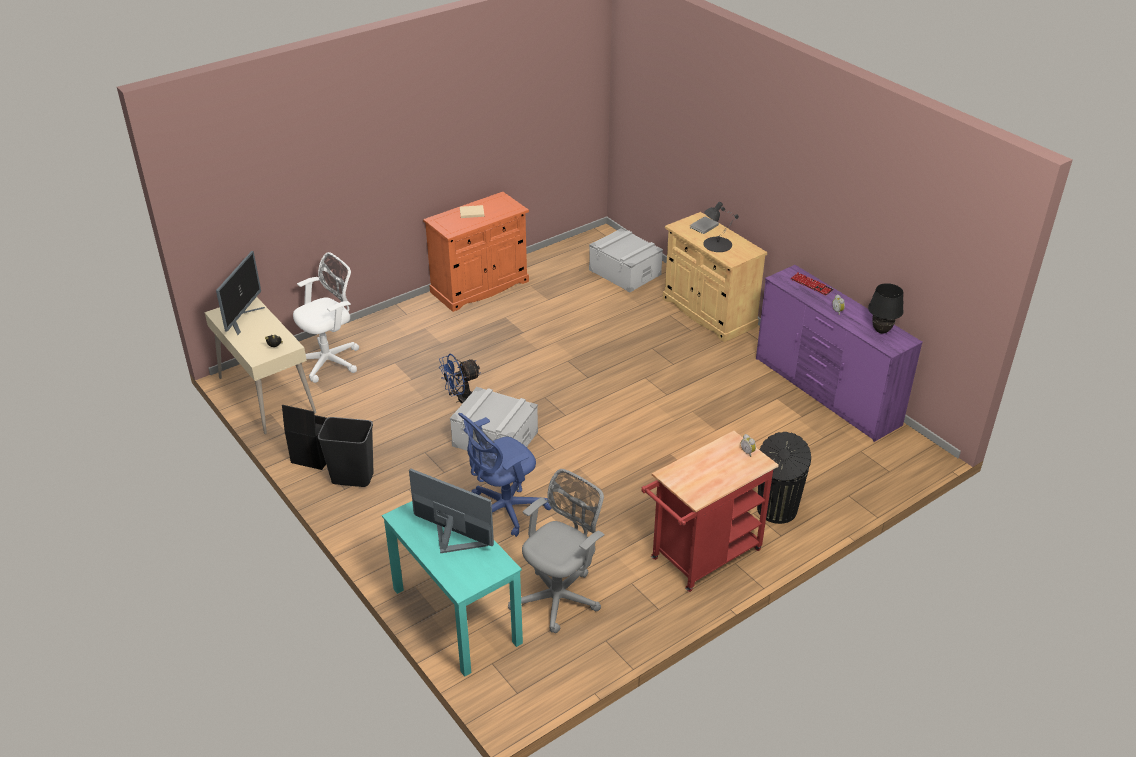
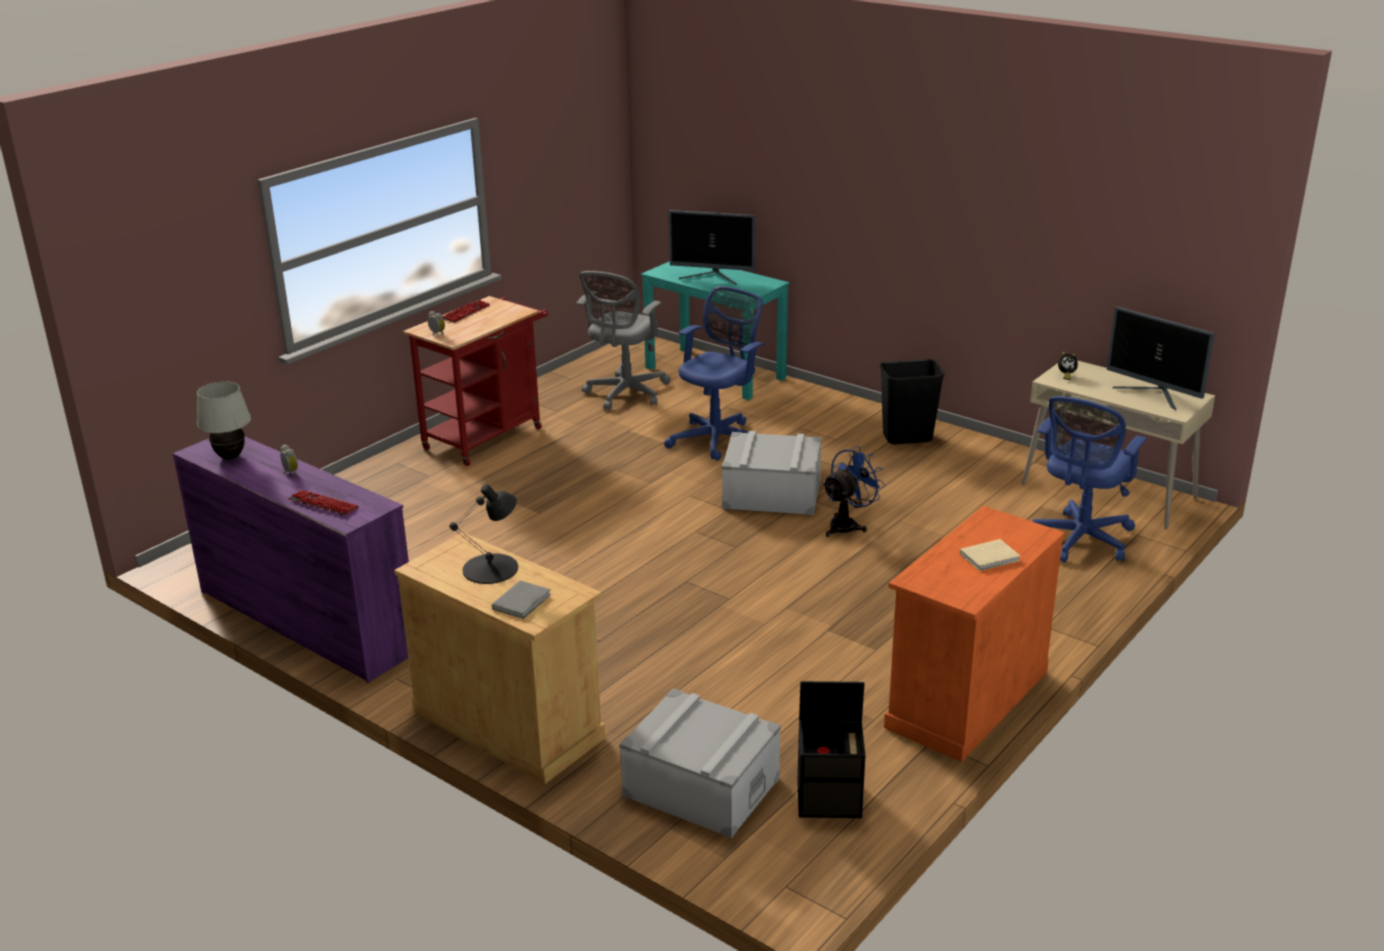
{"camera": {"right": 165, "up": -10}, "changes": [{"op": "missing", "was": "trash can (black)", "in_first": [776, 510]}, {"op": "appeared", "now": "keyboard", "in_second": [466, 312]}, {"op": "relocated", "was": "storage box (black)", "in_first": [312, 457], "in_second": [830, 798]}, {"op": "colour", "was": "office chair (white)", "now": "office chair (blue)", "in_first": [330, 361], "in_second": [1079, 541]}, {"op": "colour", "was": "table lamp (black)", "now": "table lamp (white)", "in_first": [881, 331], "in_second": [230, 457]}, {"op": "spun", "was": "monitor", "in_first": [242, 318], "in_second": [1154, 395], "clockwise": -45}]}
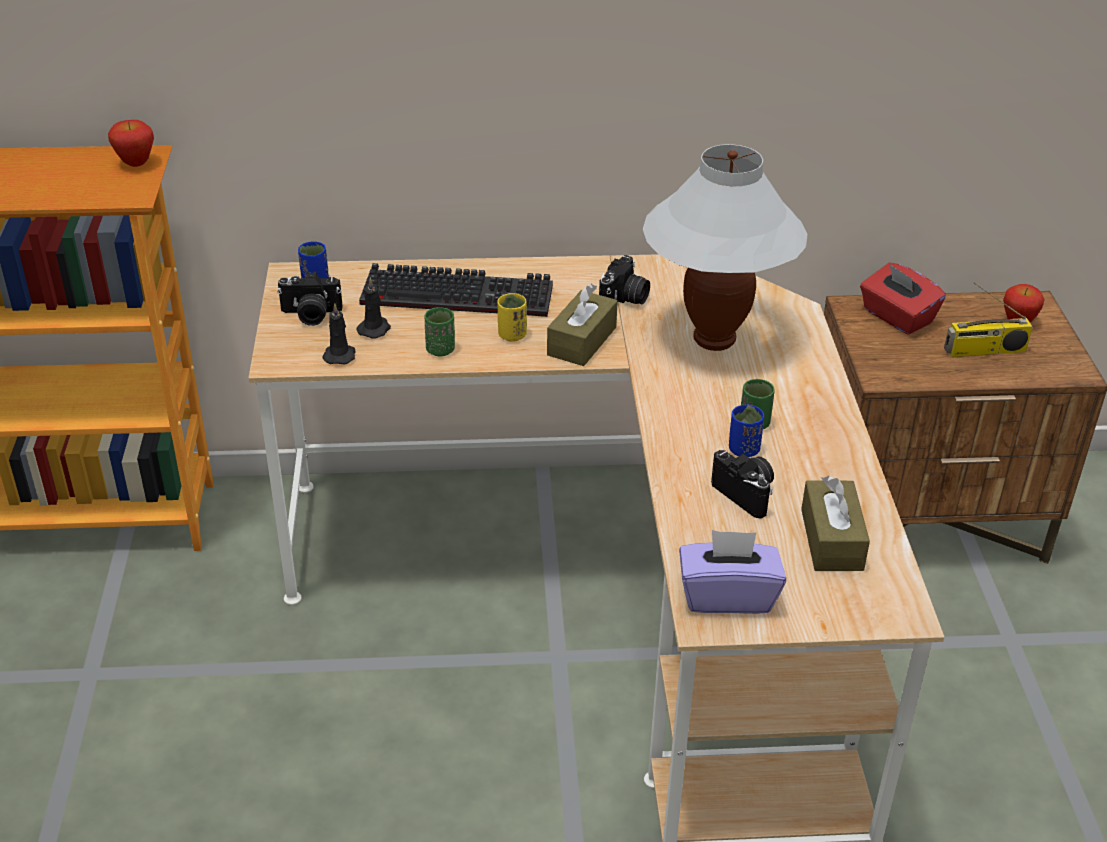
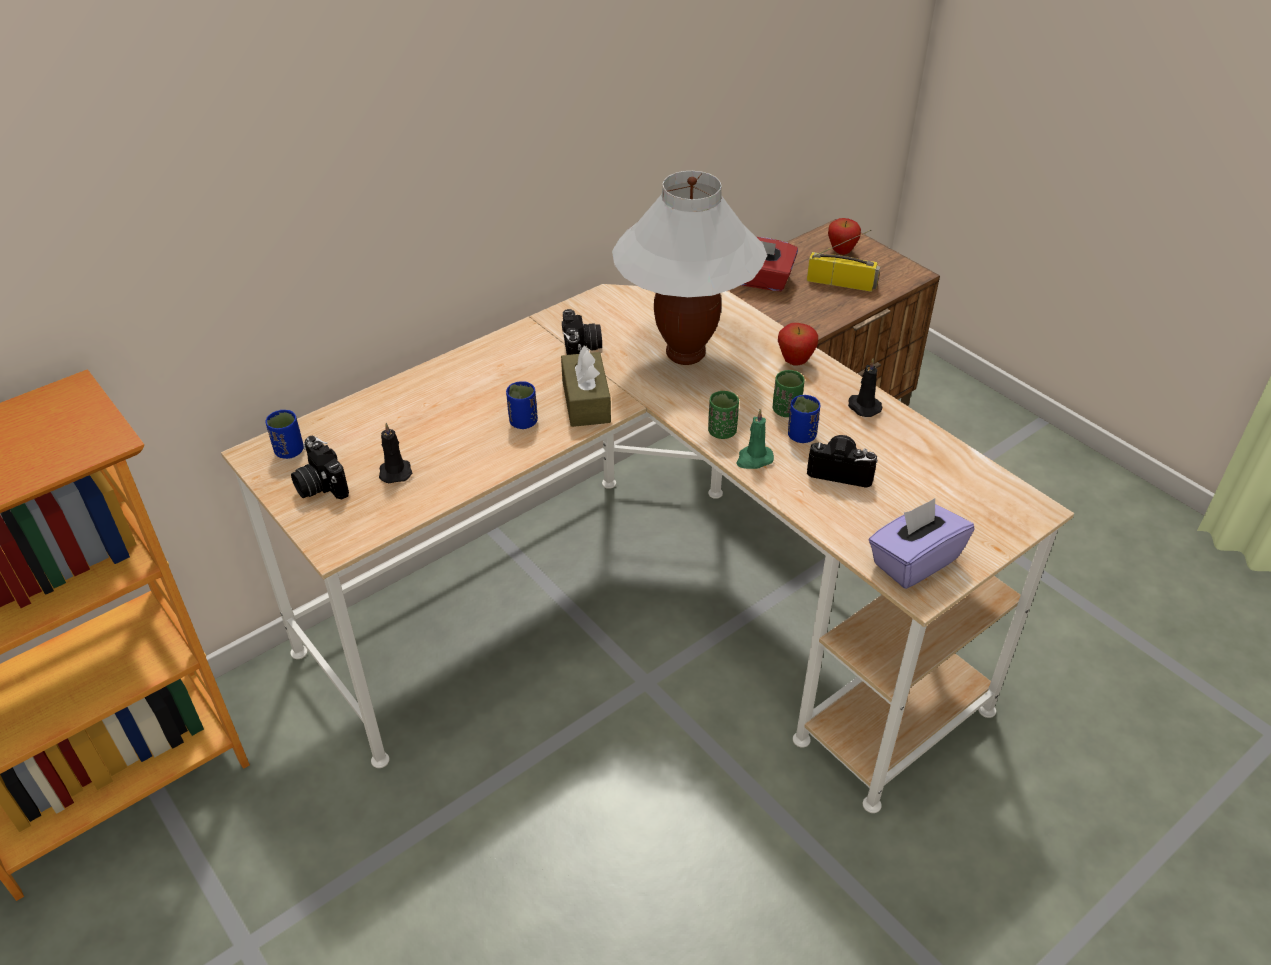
{"camera": {"right": -35, "up": 5}, "changes": [{"op": "missing", "was": "keyboard", "in_first": [461, 294]}, {"op": "missing", "was": "tissue box (brown)", "in_first": [831, 539]}, {"op": "appeared", "now": "candle (green)", "in_second": [754, 459]}, {"op": "relocated", "was": "apple", "in_first": [136, 164], "in_second": [795, 362]}, {"op": "relocated", "was": "candle (black)", "in_first": [340, 355], "in_second": [863, 406]}, {"op": "relocated", "was": "cup (green)", "in_first": [440, 350], "in_second": [722, 432]}, {"op": "colour", "was": "cup (yellow)", "now": "cup (blue)", "in_first": [512, 335], "in_second": [523, 422]}, {"op": "spun", "was": "photo camera", "in_first": [310, 315], "in_second": [319, 485], "clockwise": 90}, {"op": "spun", "was": "radio", "in_first": [984, 351], "in_second": [842, 282], "clockwise": -120}]}
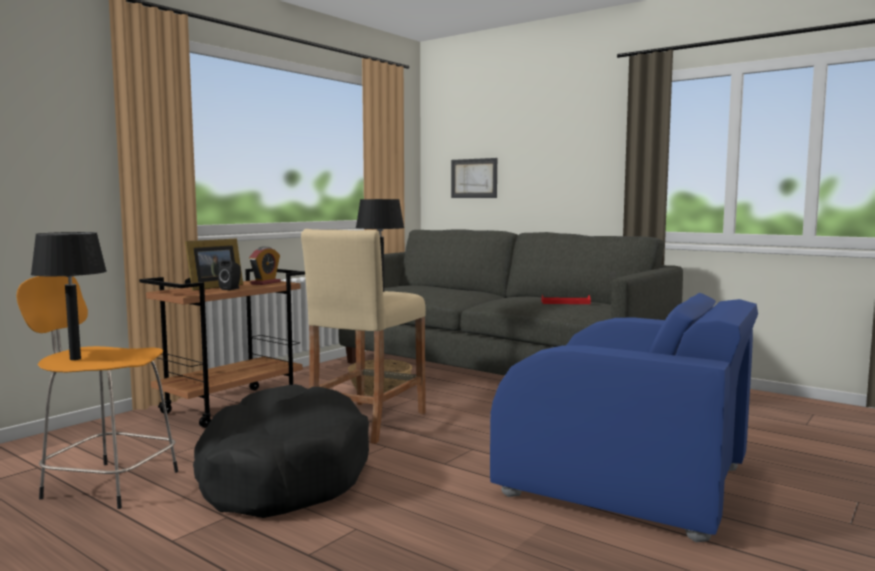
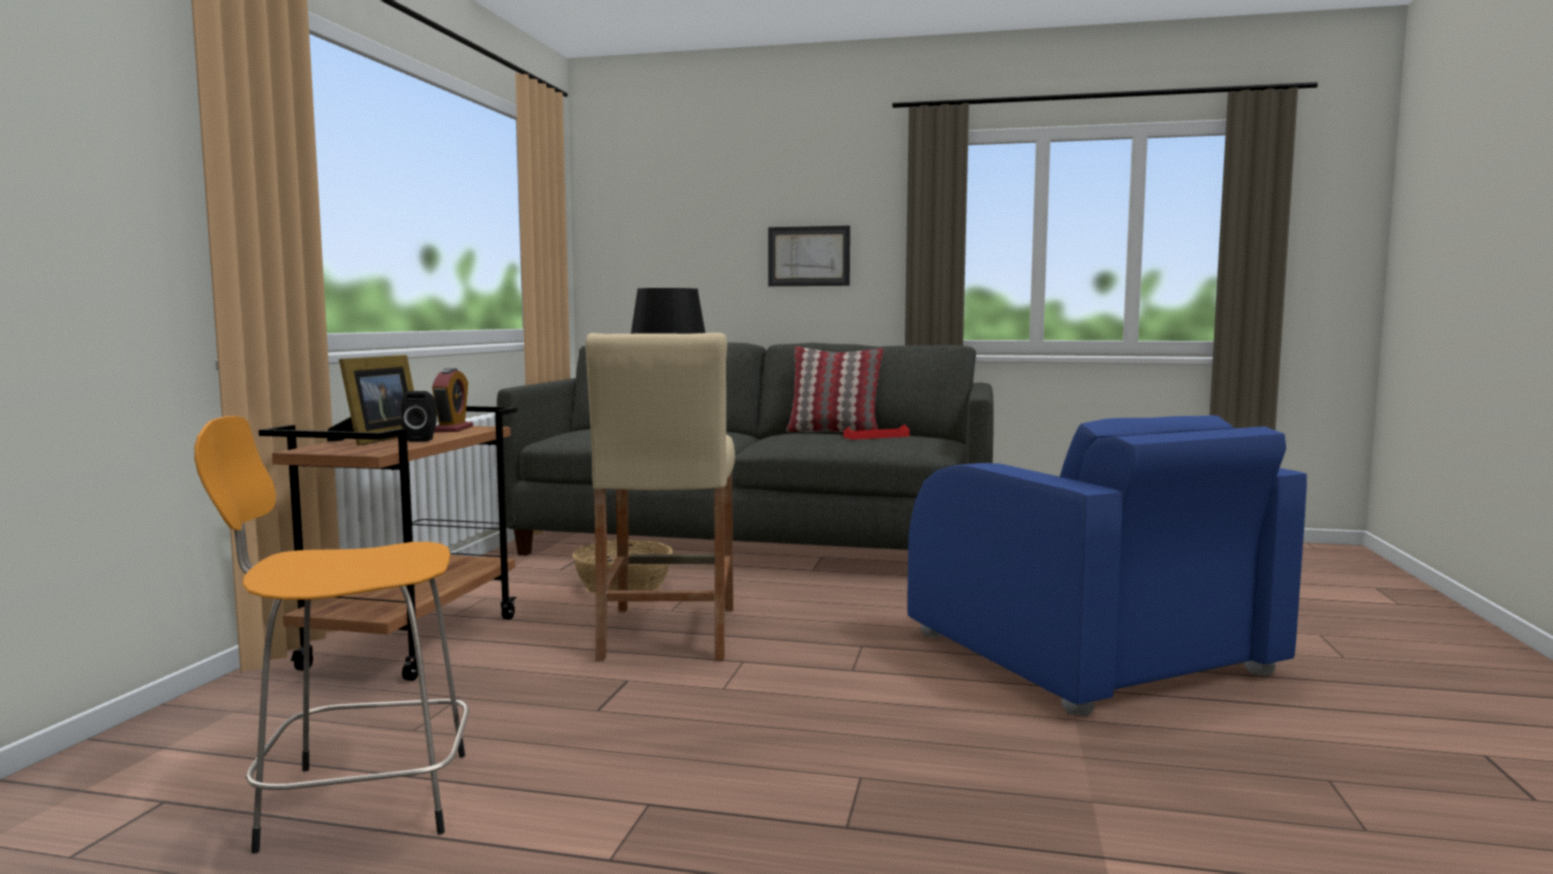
{"camera": {"right": -25, "up": 0}, "changes": [{"op": "missing", "was": "table lamp (black)", "in_first": [75, 359]}, {"op": "missing", "was": "dog bed (black)", "in_first": [282, 473]}, {"op": "appeared", "now": "pillow", "in_second": [833, 432]}, {"op": "relocated", "was": "picture", "in_first": [474, 178], "in_second": [809, 256]}, {"op": "spun", "was": "armchair (blue)", "in_first": [626, 481], "in_second": [1088, 654], "clockwise": 60}]}
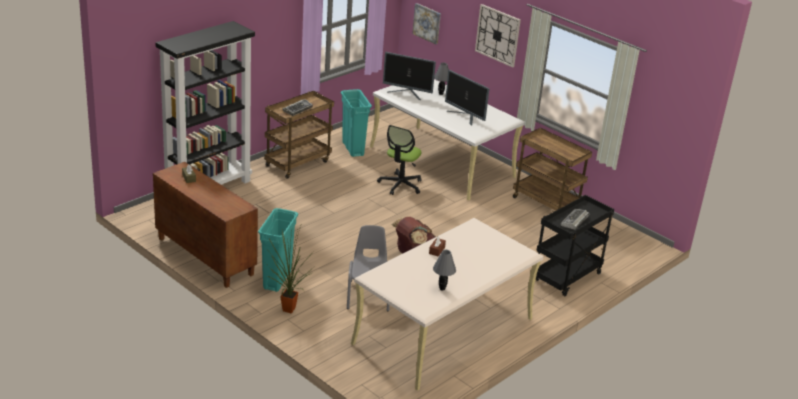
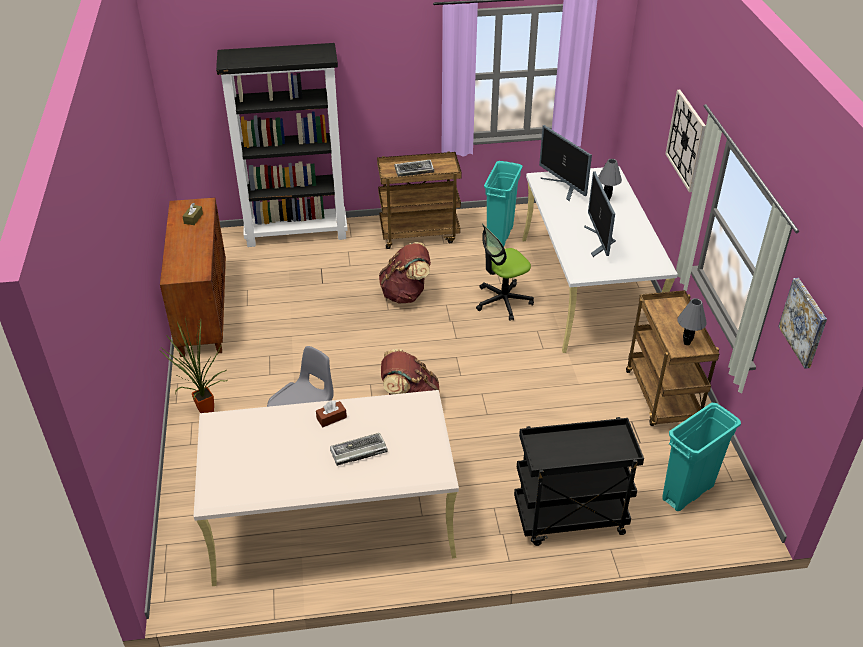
{"camera": {"right": 40, "up": 10}, "changes": [{"op": "appeared", "now": "backpack (brown)", "in_second": [406, 294]}, {"op": "relocated", "was": "trash can (turquoise)", "in_first": [277, 280], "in_second": [687, 493]}, {"op": "relocated", "was": "picture", "in_first": [427, 23], "in_second": [804, 322]}, {"op": "relocated", "was": "table lamp (grey)", "in_first": [442, 288], "in_second": [687, 343]}, {"op": "relocated", "was": "keyboard", "in_first": [574, 221], "in_second": [358, 452]}]}
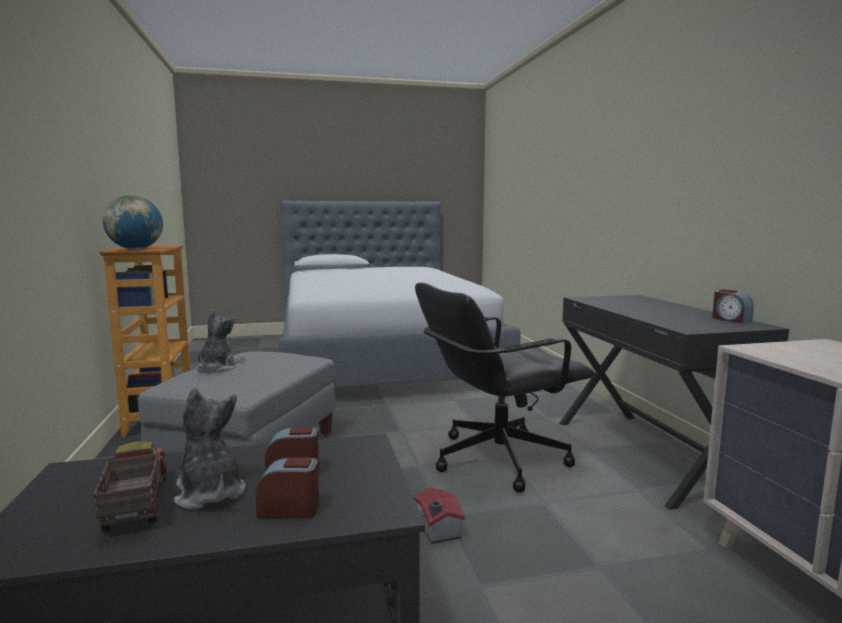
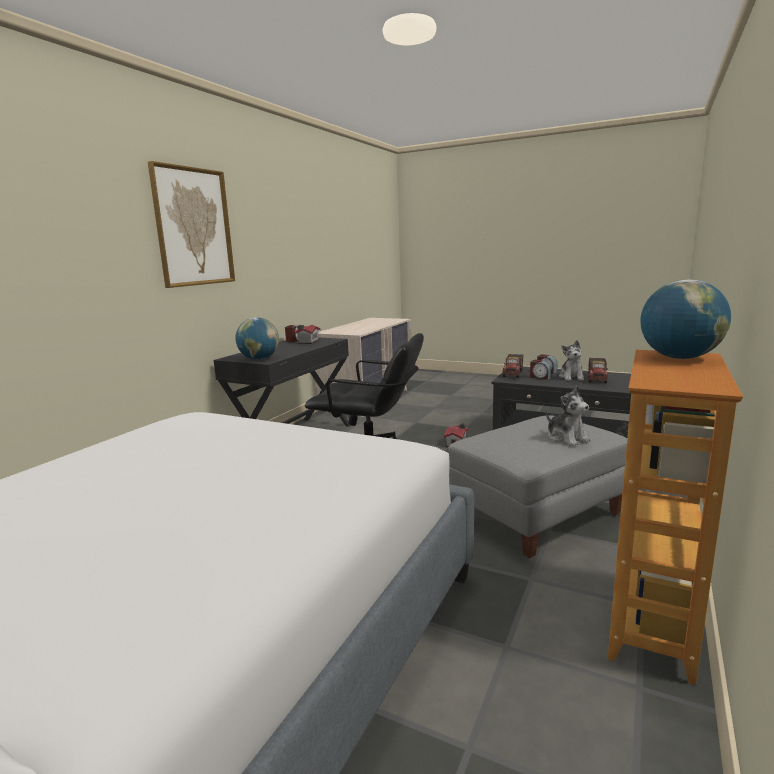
{"camera": {"right": -140, "up": 5}, "changes": [{"op": "appeared", "now": "picture", "in_second": [193, 227]}, {"op": "appeared", "now": "globe", "in_second": [259, 359]}, {"op": "appeared", "now": "toy house", "in_second": [307, 342]}, {"op": "appeared", "now": "toy truck", "in_second": [513, 373]}, {"op": "spun", "was": "plush toy", "in_first": [216, 368], "in_second": [566, 438], "clockwise": -75}]}
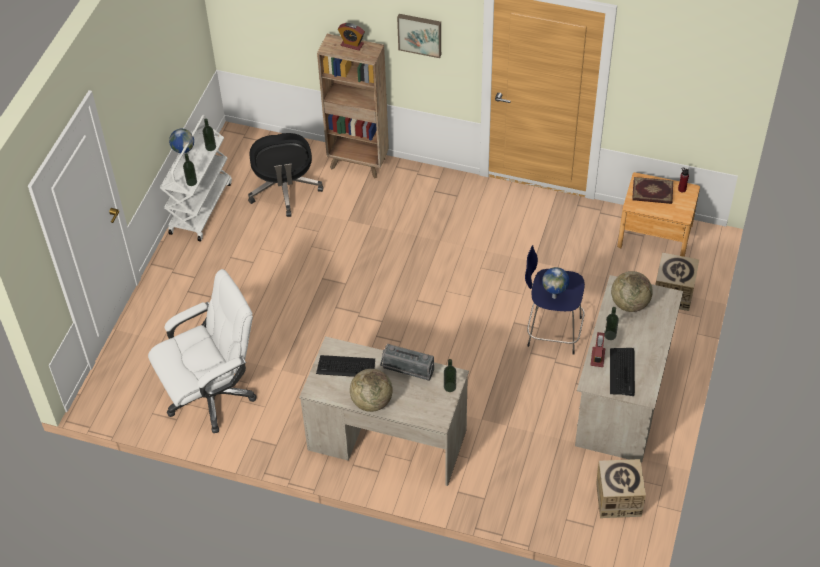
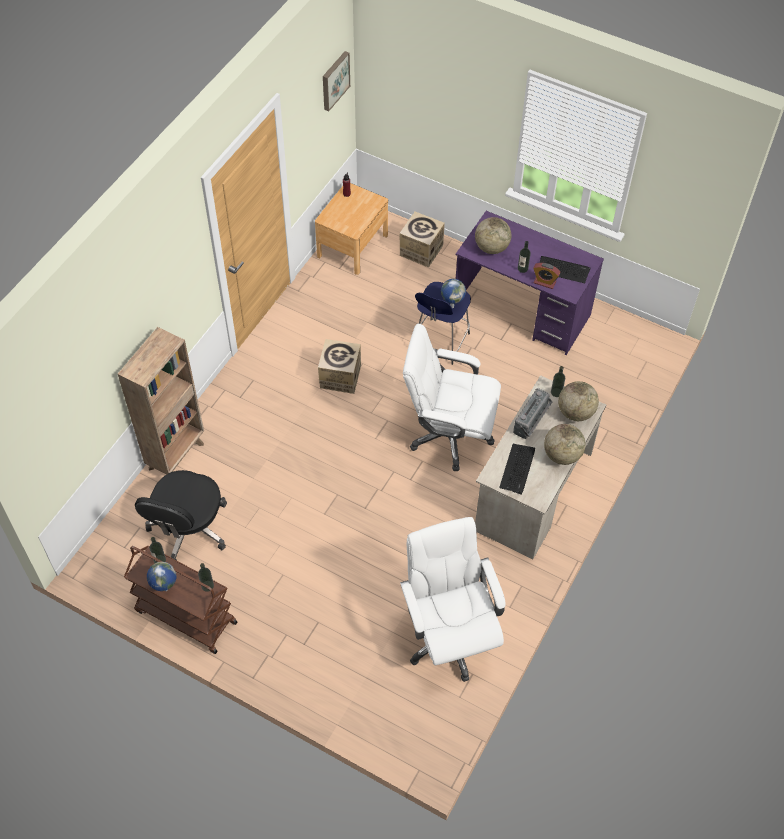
{"camera": {"right": -80, "up": 5}, "changes": [{"op": "missing", "was": "alarm clock", "in_first": [352, 45]}, {"op": "missing", "was": "book", "in_first": [652, 192]}, {"op": "appeared", "now": "office chair (white)", "in_second": [449, 435]}, {"op": "appeared", "now": "globe", "in_second": [575, 412]}, {"op": "relocated", "was": "picture", "in_first": [420, 34], "in_second": [334, 80]}, {"op": "relocated", "was": "cardboard box", "in_first": [618, 499], "in_second": [340, 377]}, {"op": "colour", "was": "cart (white)", "now": "cart (brown)", "in_first": [200, 207], "in_second": [185, 617]}, {"op": "colour", "was": "desk (beige)", "now": "desk (purple)", "in_first": [622, 396], "in_second": [521, 311]}, {"op": "spun", "was": "office chair (black)", "in_first": [284, 189], "in_second": [188, 529], "clockwise": 105}]}
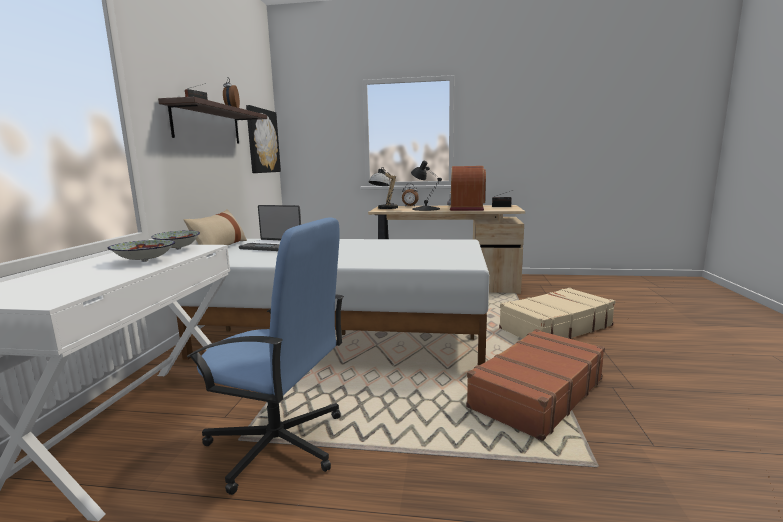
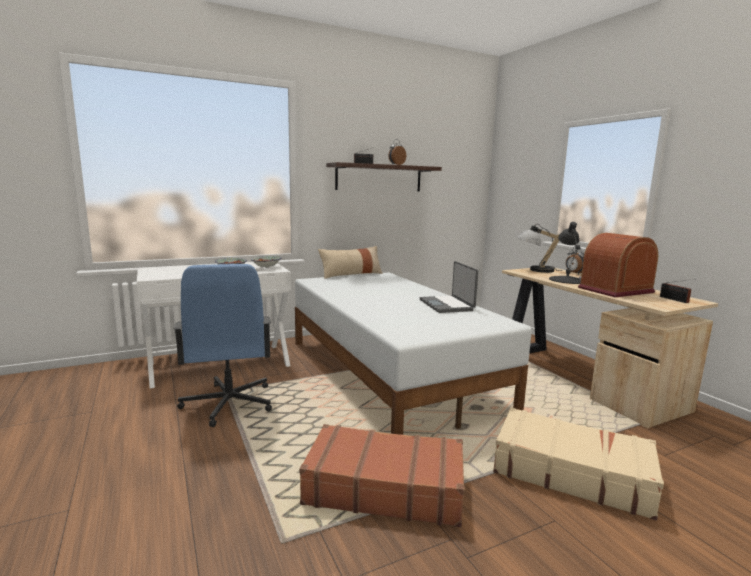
{"camera": {"right": 55, "up": 0}, "changes": [{"op": "missing", "was": "picture", "in_first": [262, 141]}, {"op": "relocated", "was": "laptop", "in_first": [272, 246], "in_second": [447, 305]}]}
